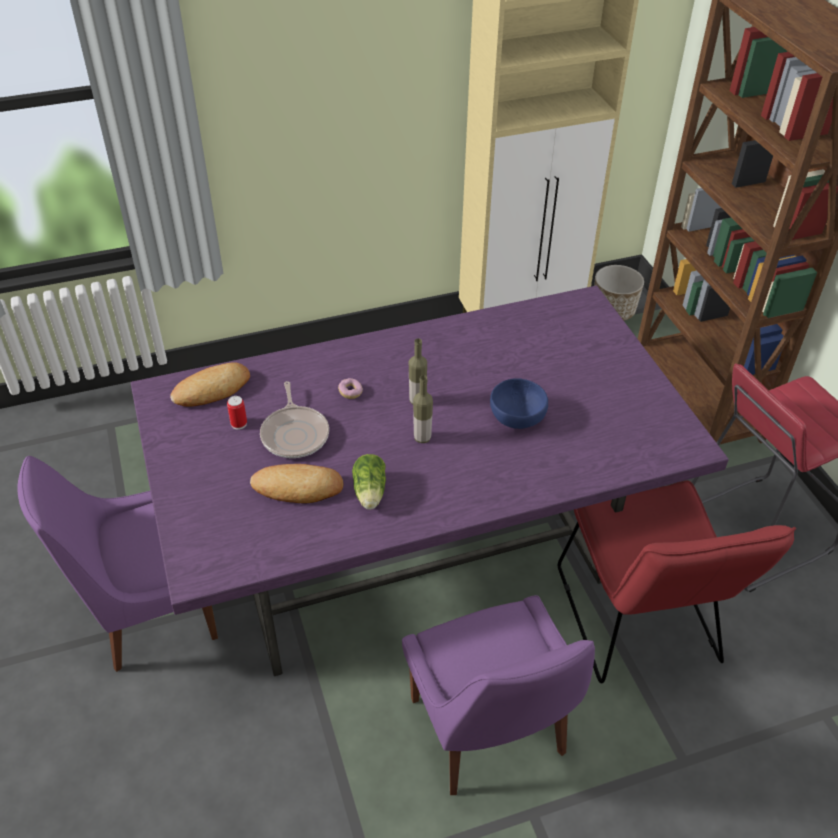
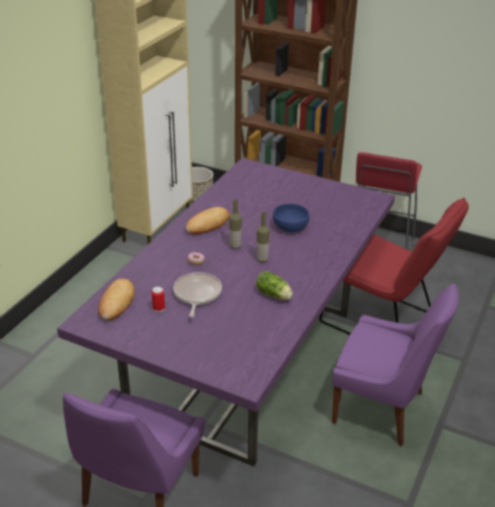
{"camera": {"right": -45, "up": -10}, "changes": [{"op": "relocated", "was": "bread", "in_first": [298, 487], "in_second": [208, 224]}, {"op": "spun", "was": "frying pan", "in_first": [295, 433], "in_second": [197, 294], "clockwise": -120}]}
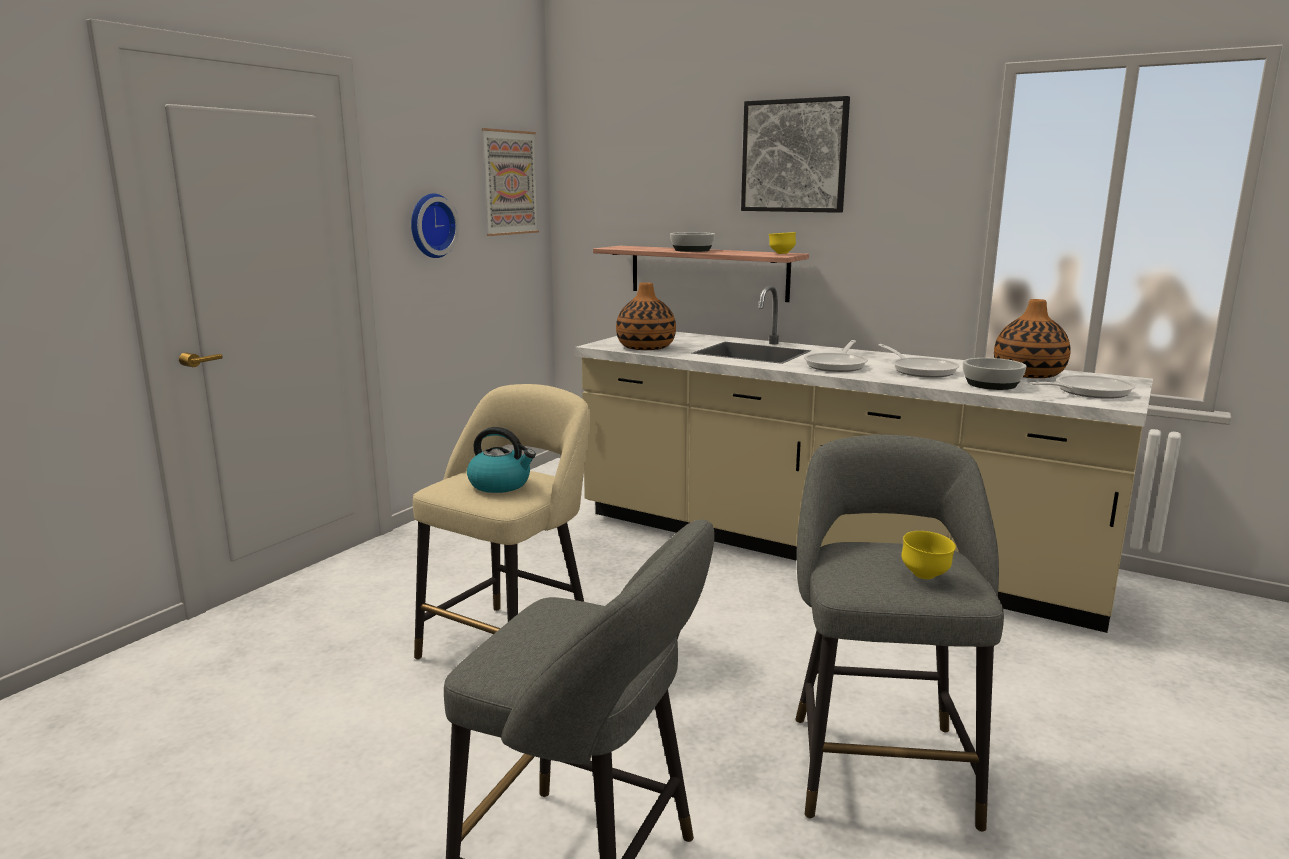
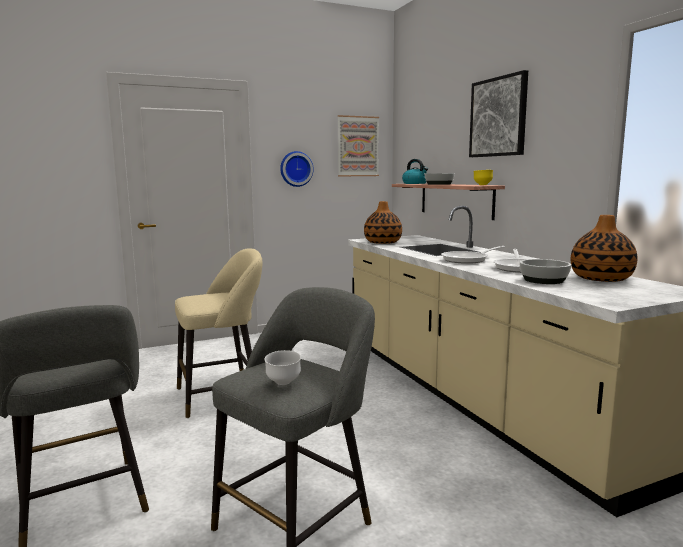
{"camera": {"right": 35, "up": -5}, "changes": [{"op": "missing", "was": "frying pan", "in_first": [1087, 392]}, {"op": "relocated", "was": "kettle", "in_first": [501, 484], "in_second": [415, 183]}, {"op": "colour", "was": "bowl (yellow)", "now": "bowl (white)", "in_first": [925, 576], "in_second": [283, 383]}]}
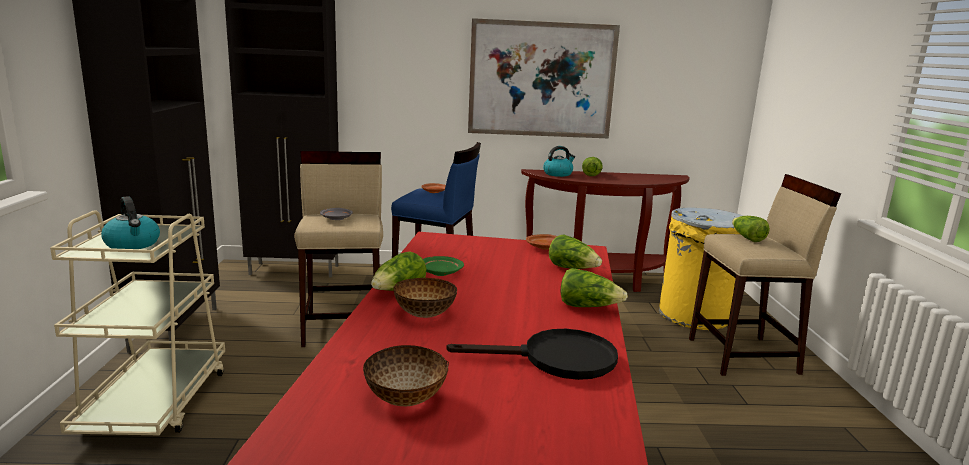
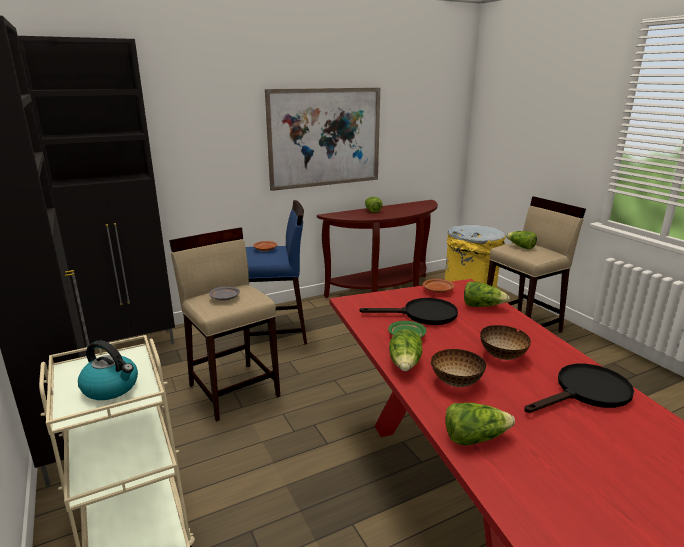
{"camera": {"right": -25, "up": 5}, "changes": [{"op": "missing", "was": "kettle", "in_first": [558, 174]}, {"op": "appeared", "now": "frying pan (black)", "in_second": [422, 315]}, {"op": "relocated", "was": "bowl", "in_first": [405, 400], "in_second": [502, 356]}, {"op": "relocated", "was": "lettuce", "in_first": [588, 306], "in_second": [474, 437]}]}
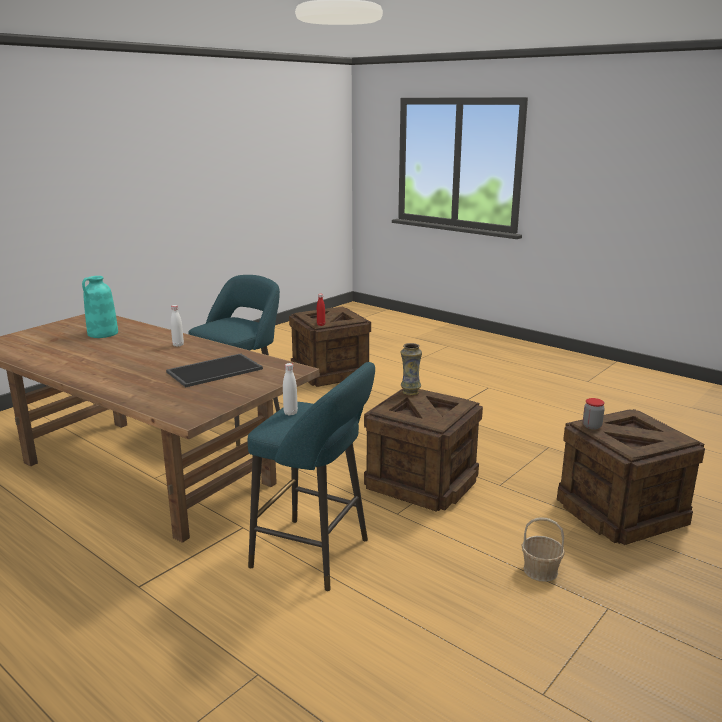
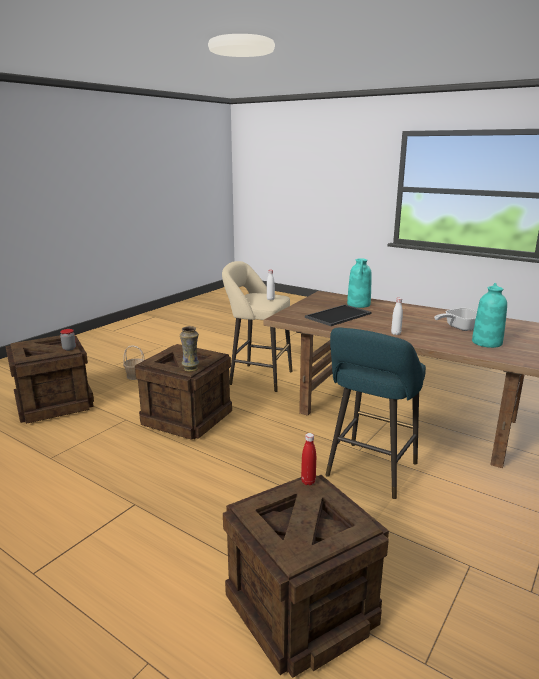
{"camera": {"right": 175, "up": 0}, "changes": [{"op": "appeared", "now": "vase (turquoise)", "in_second": [359, 304]}, {"op": "appeared", "now": "frying pan", "in_second": [460, 328]}, {"op": "colour", "was": "stool (turquoise)", "now": "stool (beige)", "in_first": [316, 555], "in_second": [257, 377]}]}
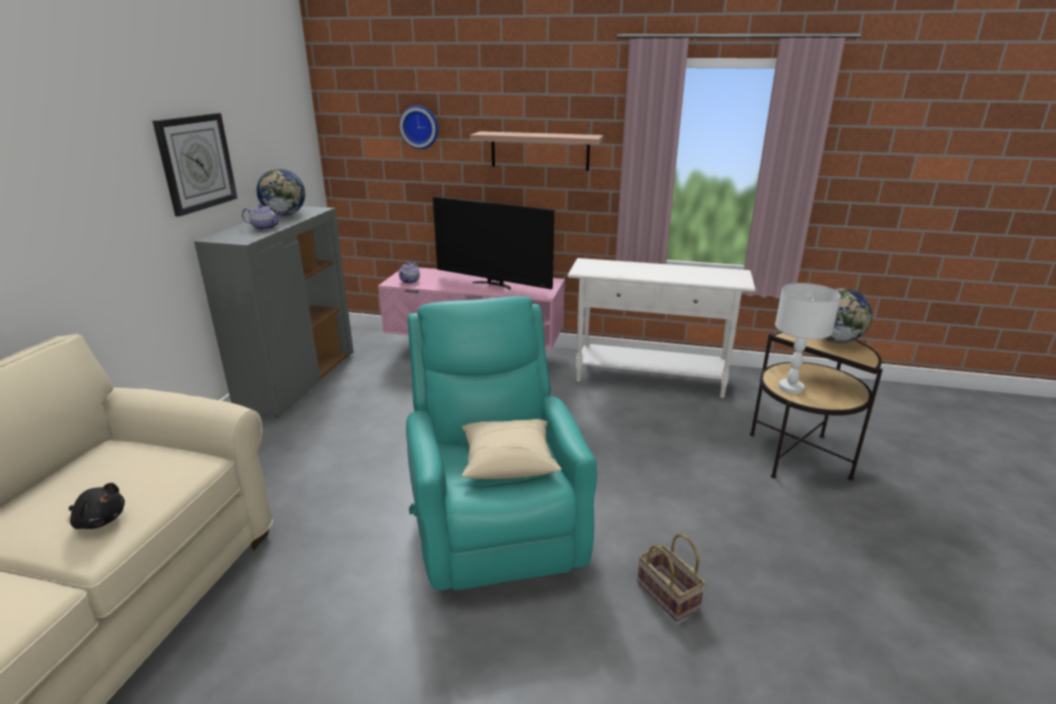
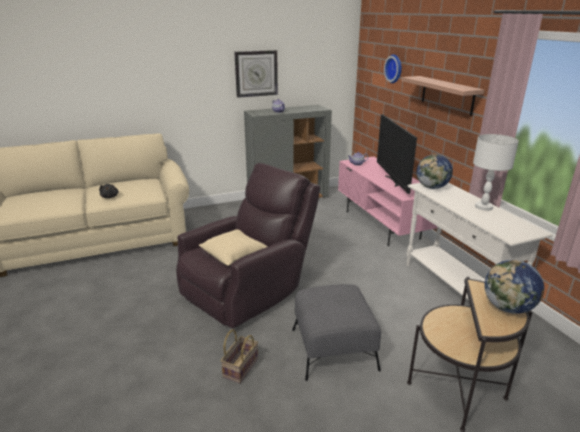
{"camera": {"right": 55, "up": 0}, "changes": [{"op": "appeared", "now": "ottoman (grey)", "in_second": [333, 349]}, {"op": "relocated", "was": "globe", "in_first": [285, 215], "in_second": [432, 187]}, {"op": "relocated", "was": "table lamp (white)", "in_first": [791, 388], "in_second": [483, 207]}, {"op": "colour", "was": "armchair (turquoise)", "now": "armchair (brown)", "in_first": [494, 515], "in_second": [249, 289]}]}
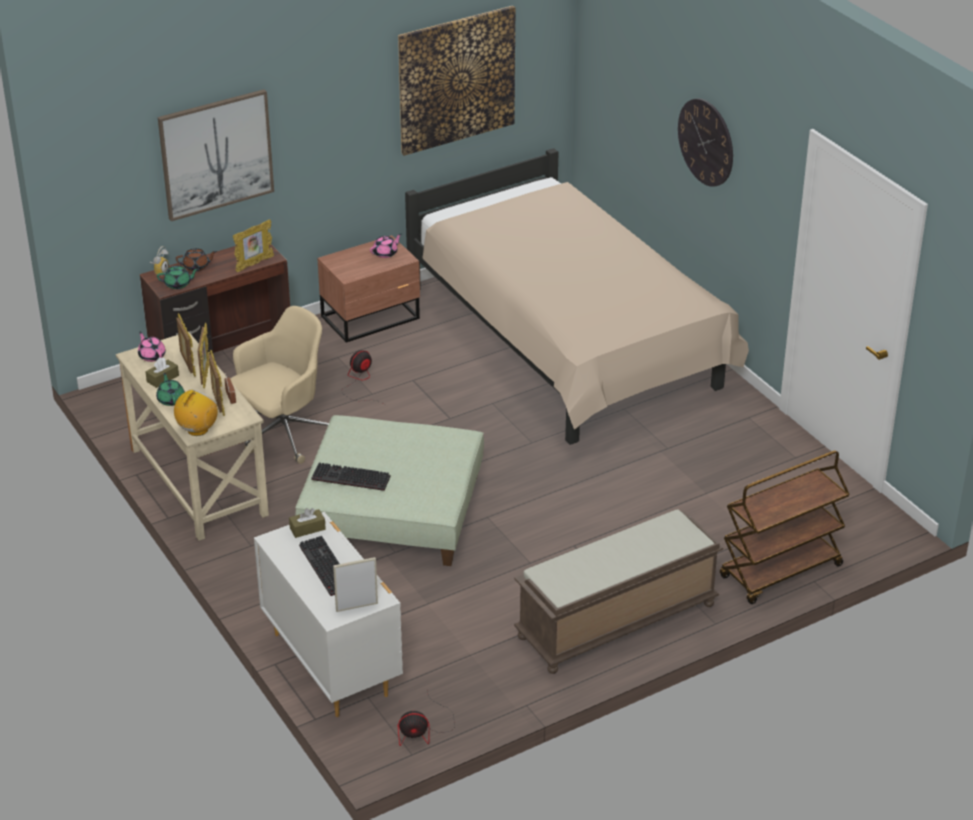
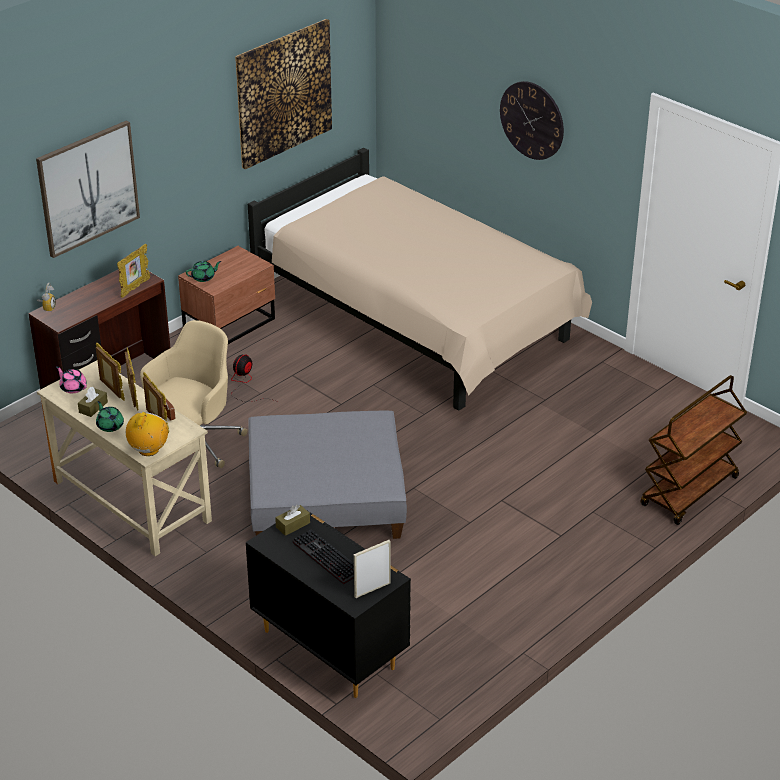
{"camera": {"right": -15, "up": 0}, "changes": [{"op": "missing", "was": "teapot (brown)", "in_first": [196, 266]}, {"op": "missing", "was": "keyboard", "in_first": [349, 479]}, {"op": "missing", "was": "teapot (pink)", "in_first": [385, 253]}, {"op": "missing", "was": "fan", "in_first": [424, 730]}, {"op": "missing", "was": "bench (brown)", "in_first": [616, 622]}, {"op": "relocated", "was": "teapot (green)", "in_first": [178, 284], "in_second": [203, 277]}, {"op": "colour", "was": "dresser (white)", "now": "dresser (black)", "in_first": [331, 663], "in_second": [329, 648]}, {"op": "colour", "was": "ottoman (green)", "now": "ottoman (grey)", "in_first": [392, 512], "in_second": [325, 498]}]}
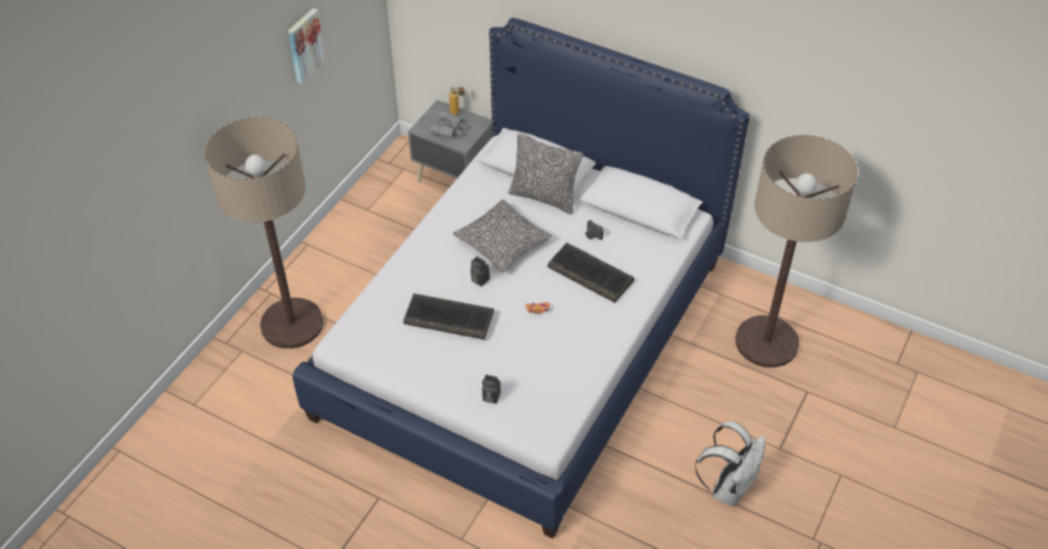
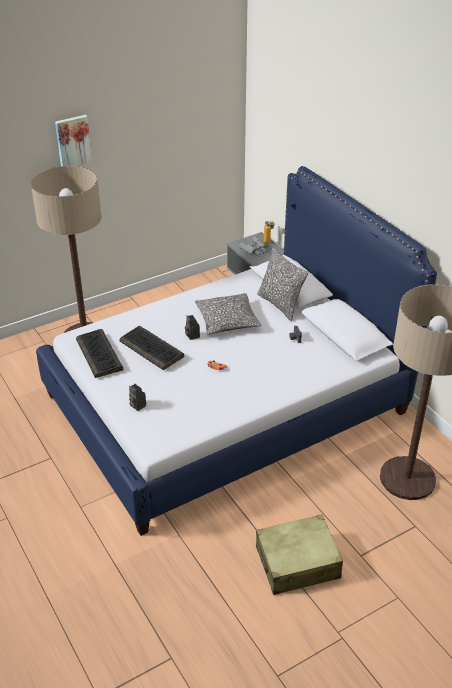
{"camera": {"right": 30, "up": -10}, "changes": [{"op": "relocated", "was": "picture", "in_first": [304, 45], "in_second": [73, 141]}, {"op": "relocated", "was": "keyboard", "in_first": [591, 274], "in_second": [100, 355]}, {"op": "exchanged", "was": "backpack (white)", "now": "suitcase (beige)", "in_first": [728, 487], "in_second": [298, 563]}]}
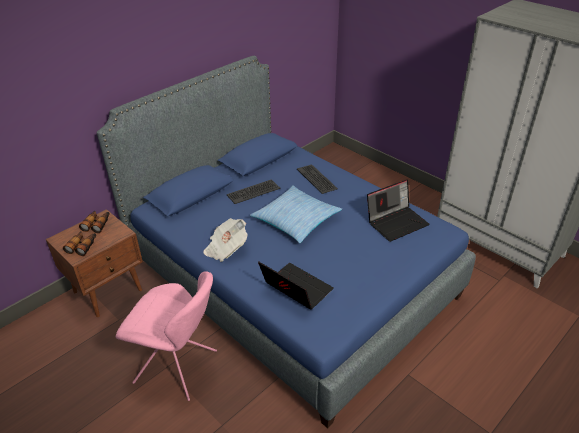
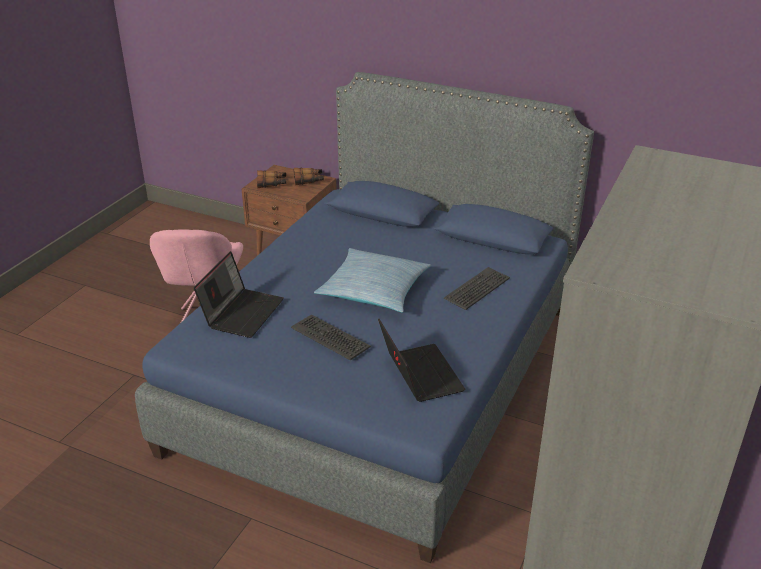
{"camera": {"right": 70, "up": -5}, "changes": [{"op": "missing", "was": "newspaper", "in_first": [226, 248]}, {"op": "relocated", "was": "keyboard", "in_first": [253, 191], "in_second": [330, 337]}, {"op": "spun", "was": "laptop", "in_first": [396, 222], "in_second": [419, 374], "clockwise": -150}]}
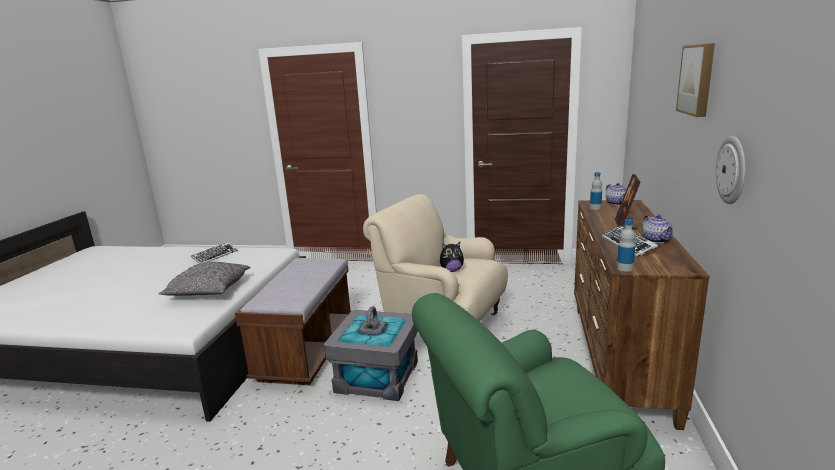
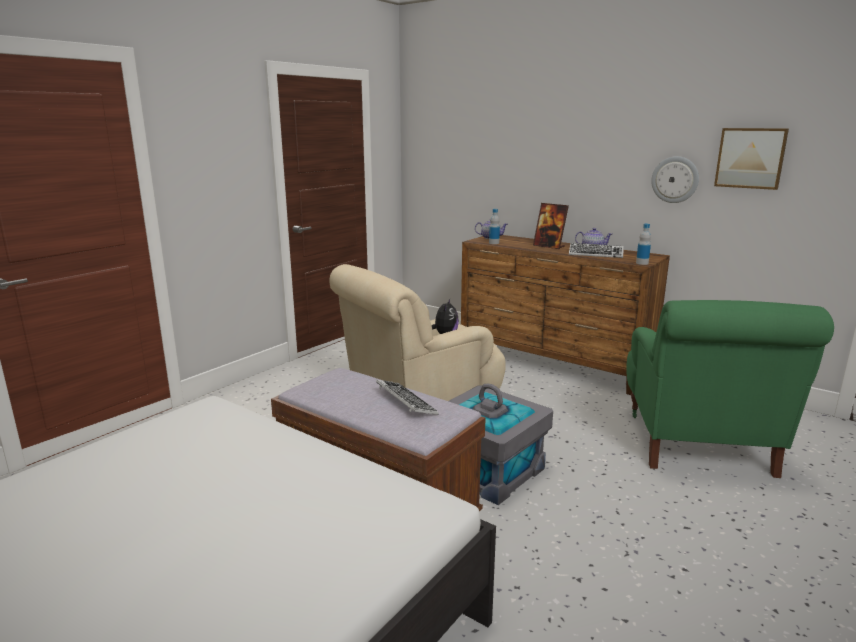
{"camera": {"right": -65, "up": 0}, "changes": [{"op": "missing", "was": "pillow (grey)", "in_first": [209, 291]}, {"op": "relocated", "was": "keyboard", "in_first": [215, 256], "in_second": [405, 402]}, {"op": "relocated", "was": "picture", "in_first": [698, 79], "in_second": [750, 158]}]}
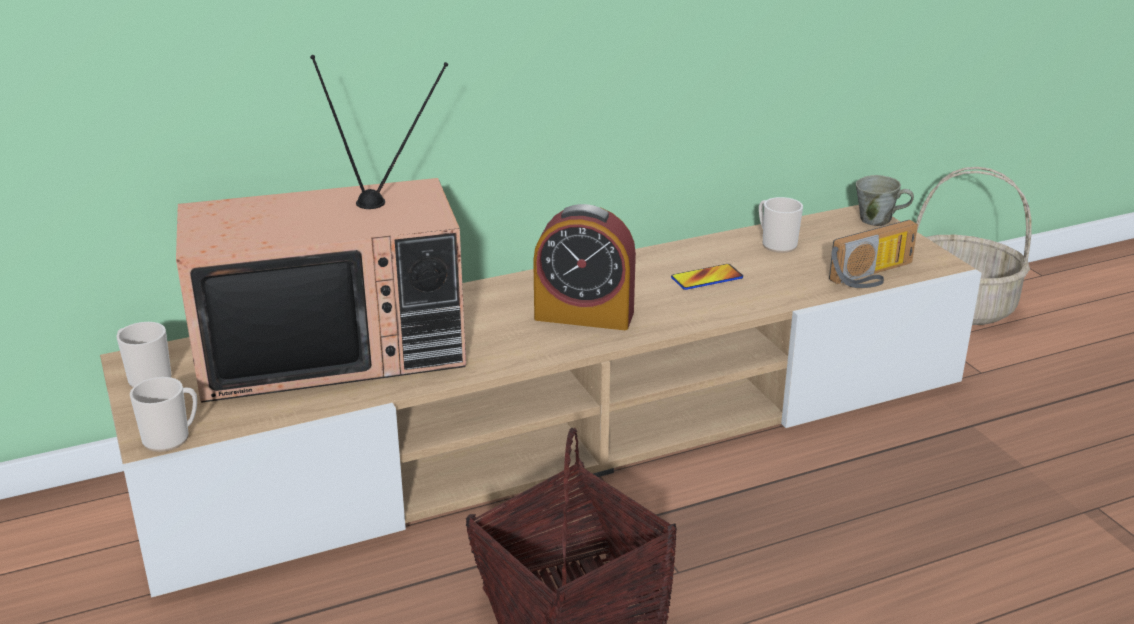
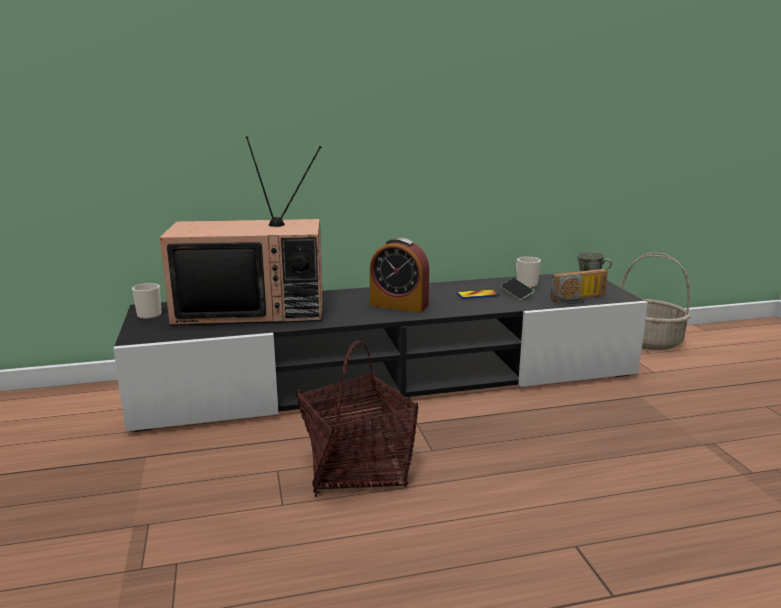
{"camera": {"right": 10, "up": -10}, "changes": [{"op": "missing", "was": "mug", "in_first": [171, 438]}, {"op": "appeared", "now": "phone", "in_second": [516, 294]}, {"op": "colour", "was": "tv stand (beige)", "now": "tv stand (black)", "in_first": [568, 431], "in_second": [391, 379]}]}
